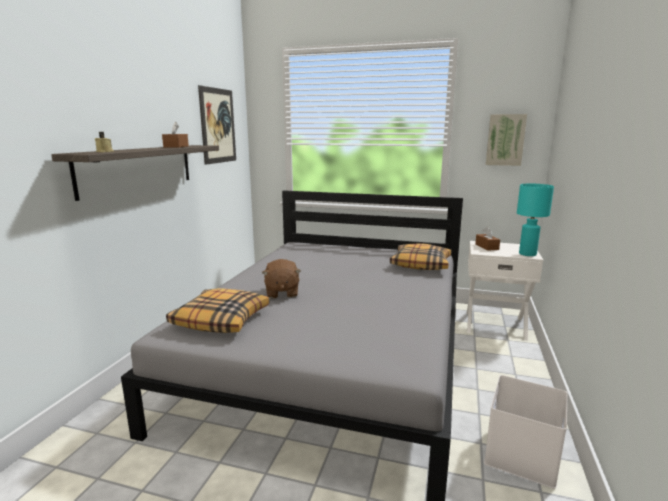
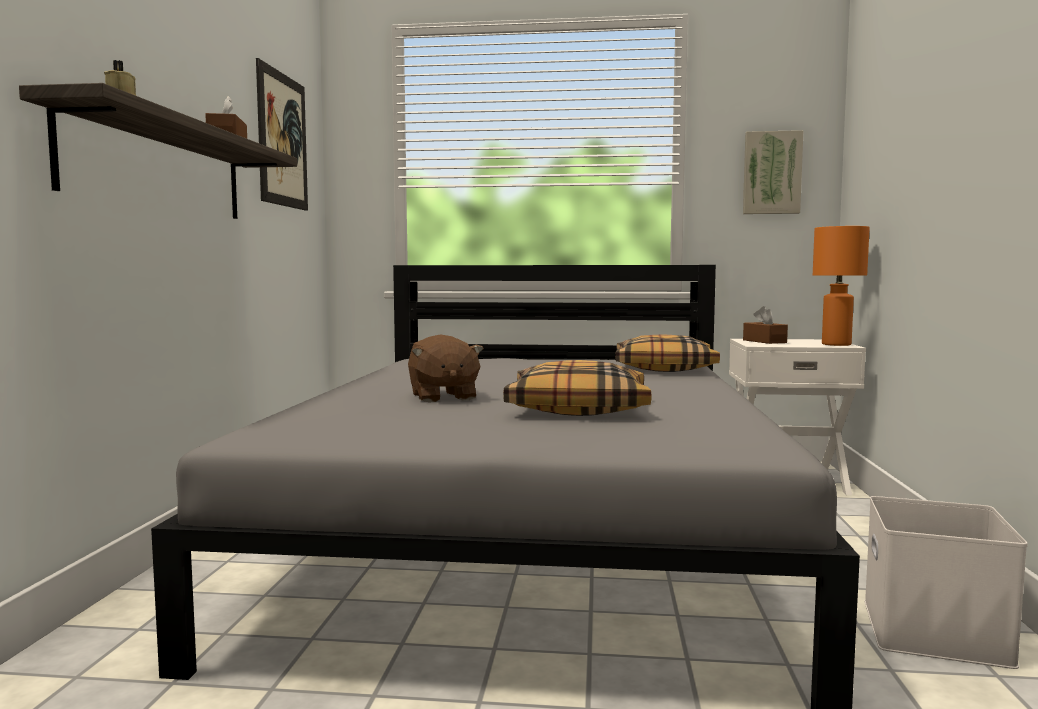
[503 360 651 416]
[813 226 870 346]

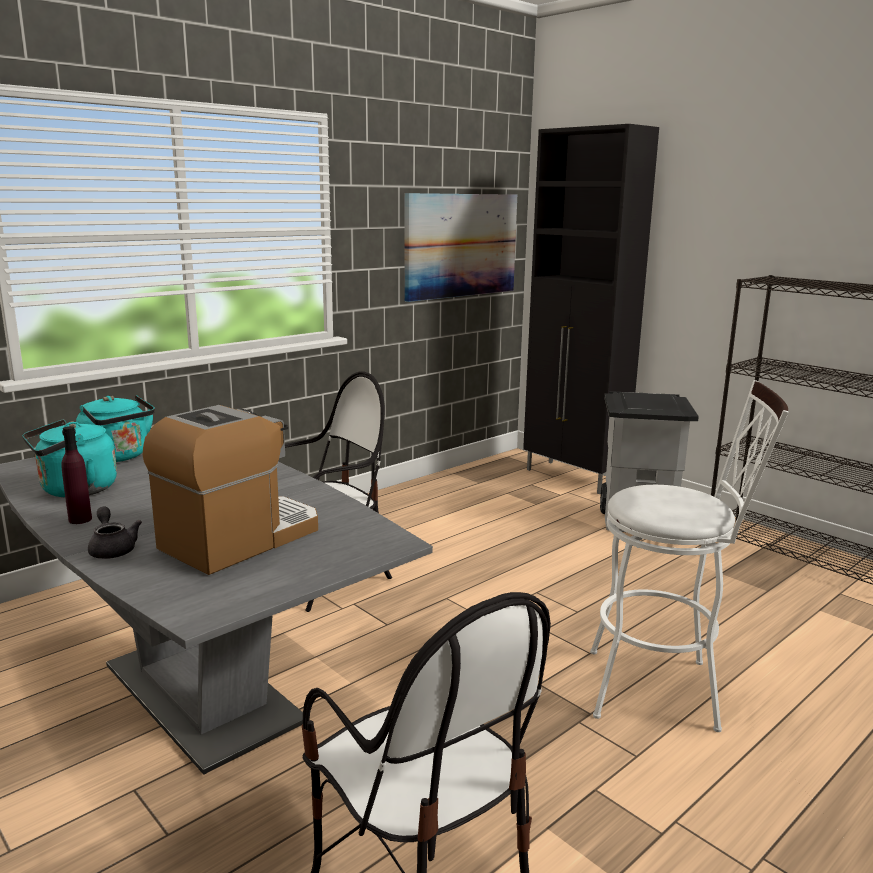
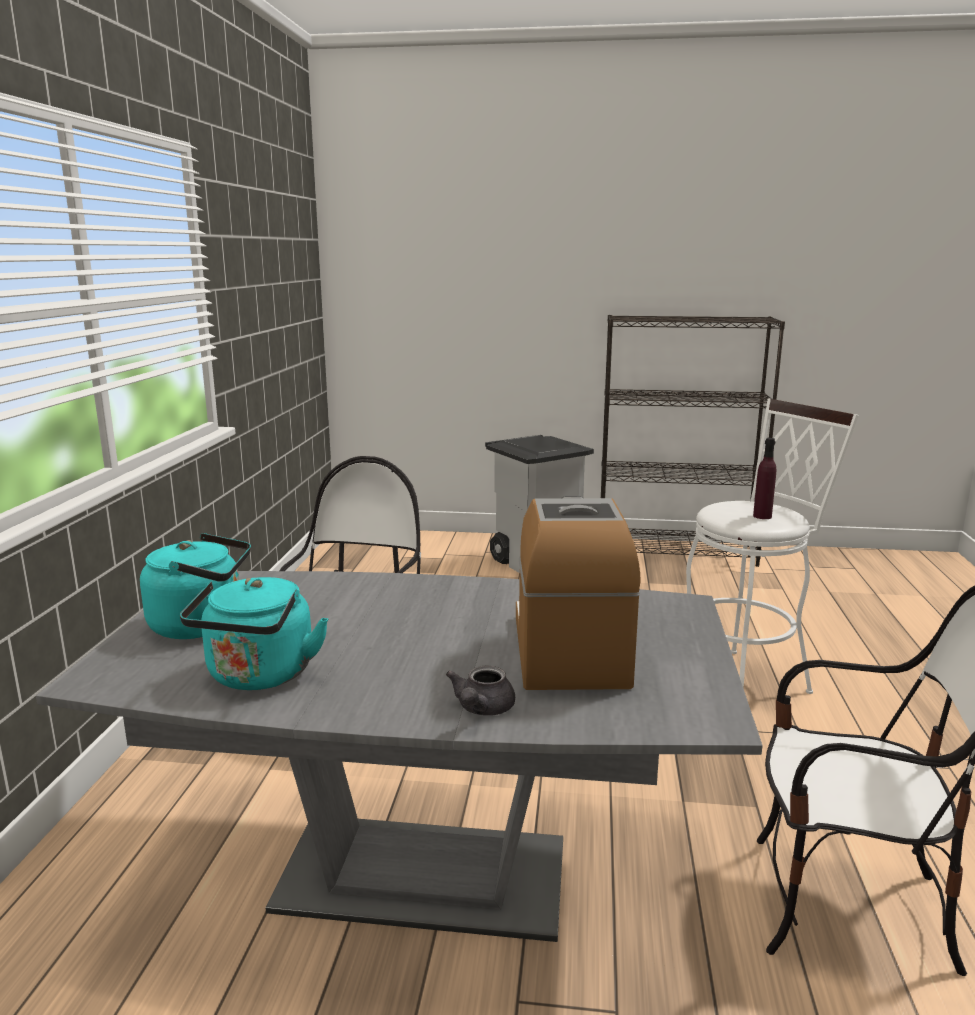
[753 438 776 519]
[446 666 515 716]
[405 193 517 302] (first image)
[523 124 659 494] (first image)

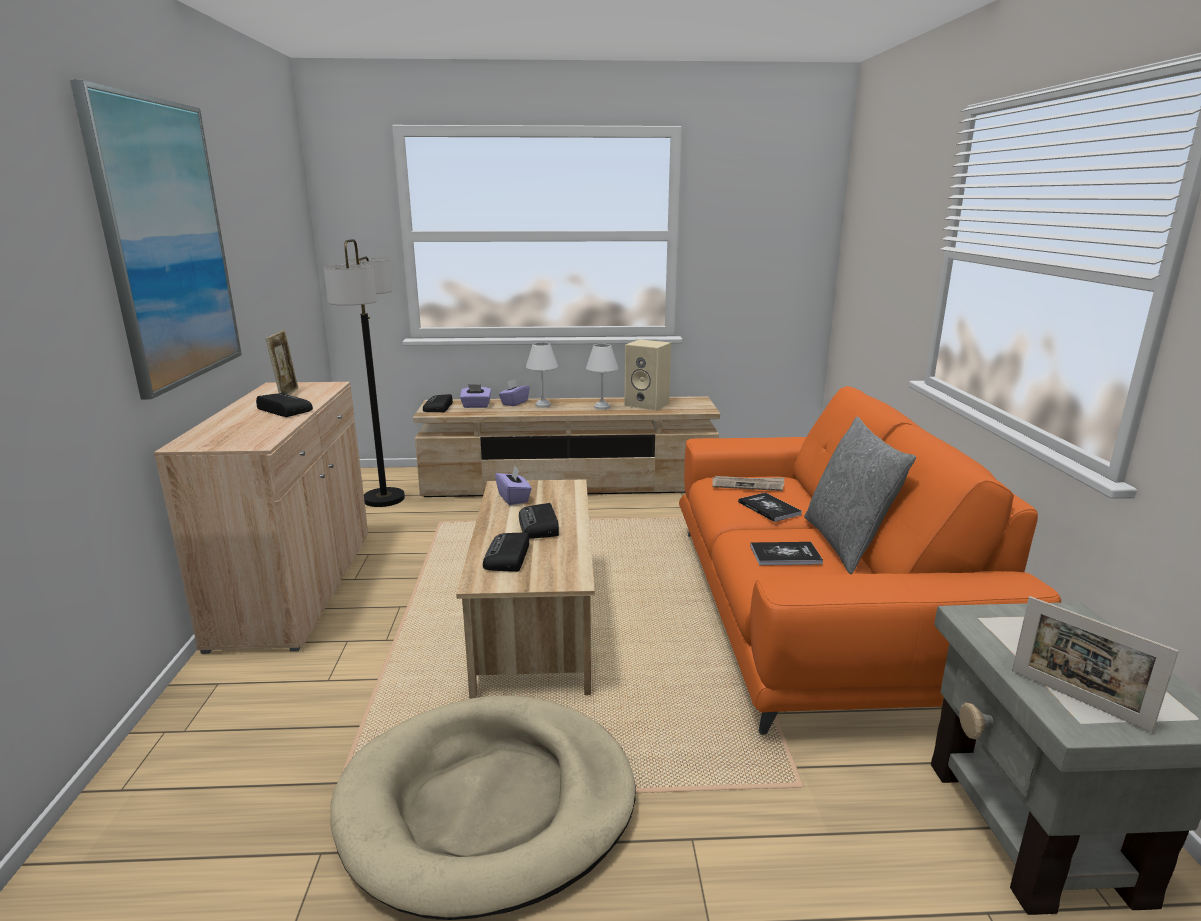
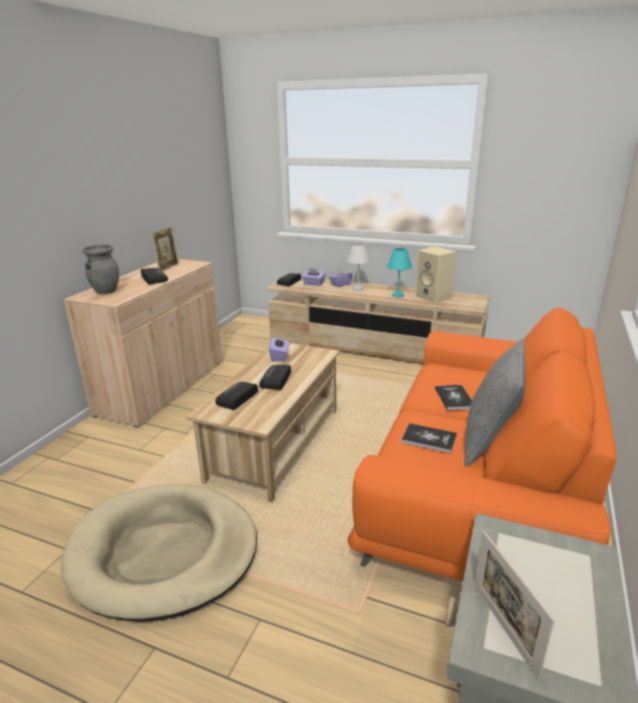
[70 80 242 399] (first image)
[324 239 405 507] (first image)
[387 248 412 298]
[712 476 784 491] (first image)
[82 244 119 294]

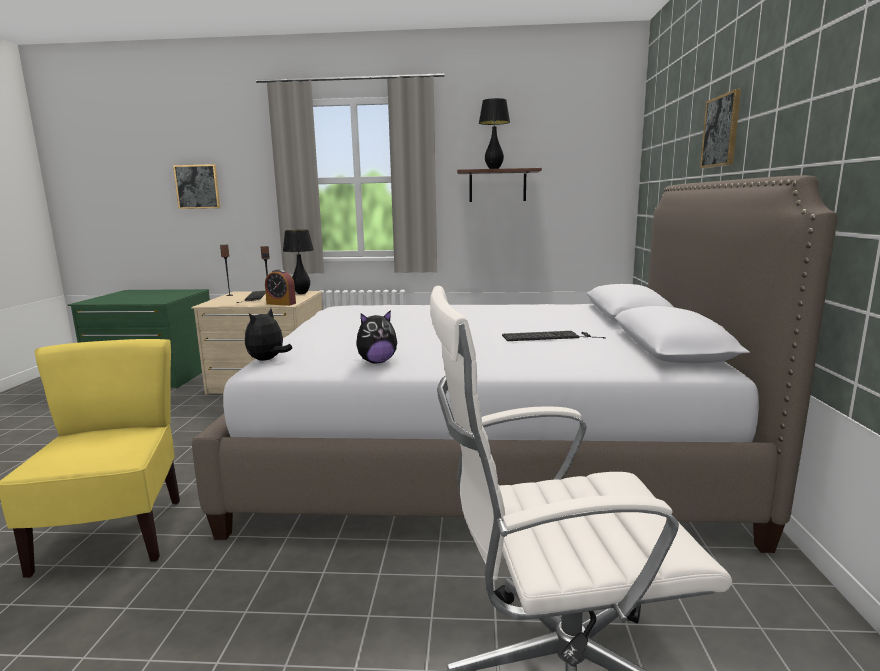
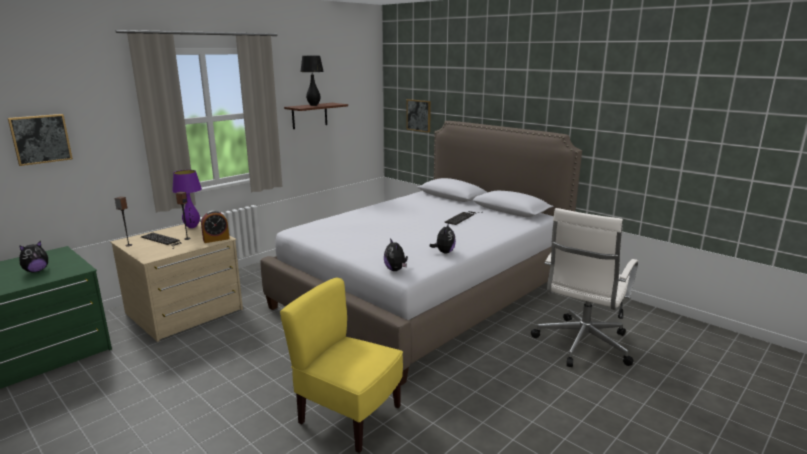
[172 170 202 228]
[407 99 431 133]
[19 240 48 272]

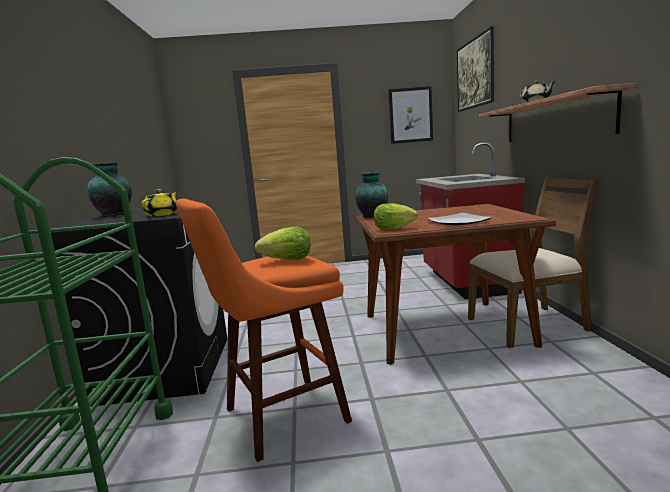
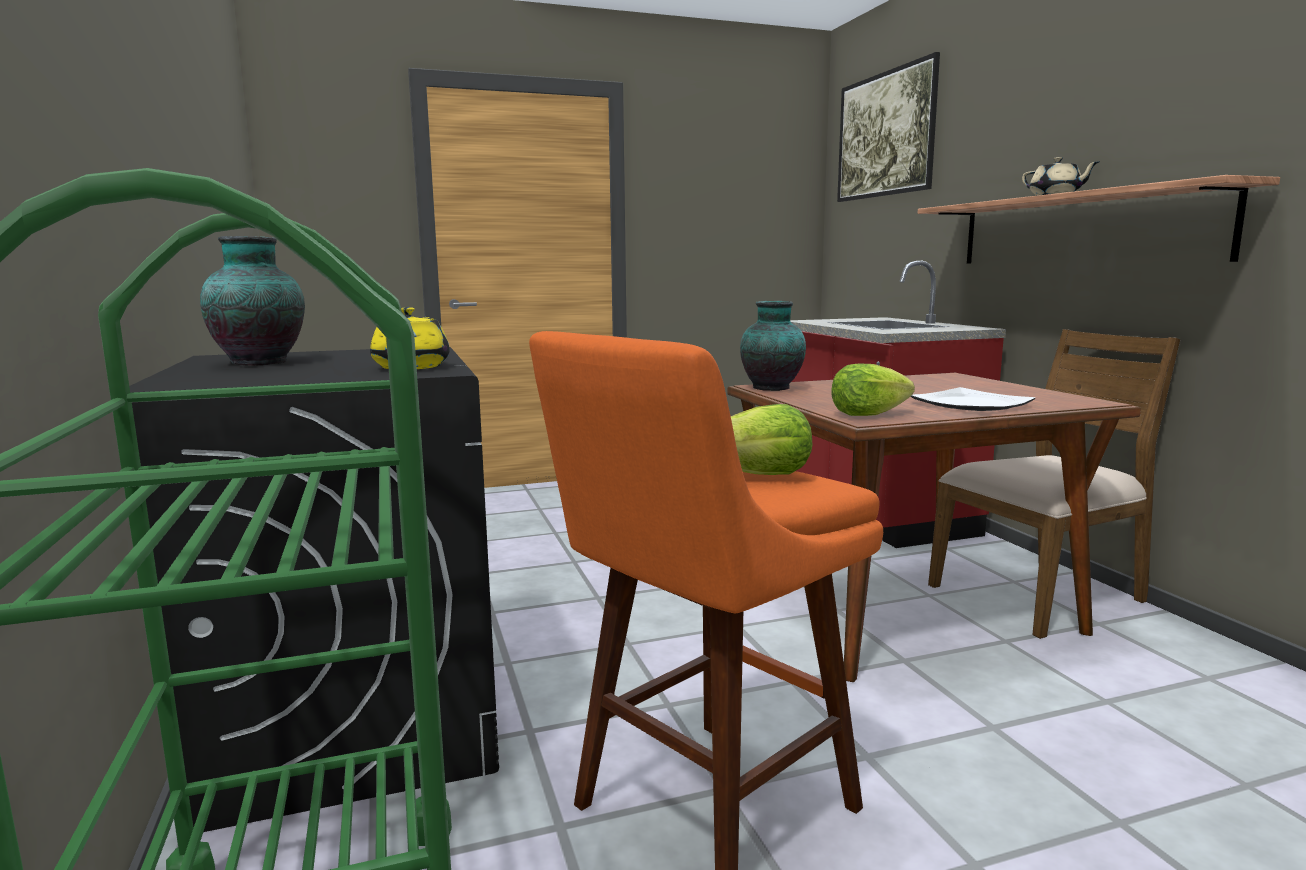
[388 86 433 144] (first image)

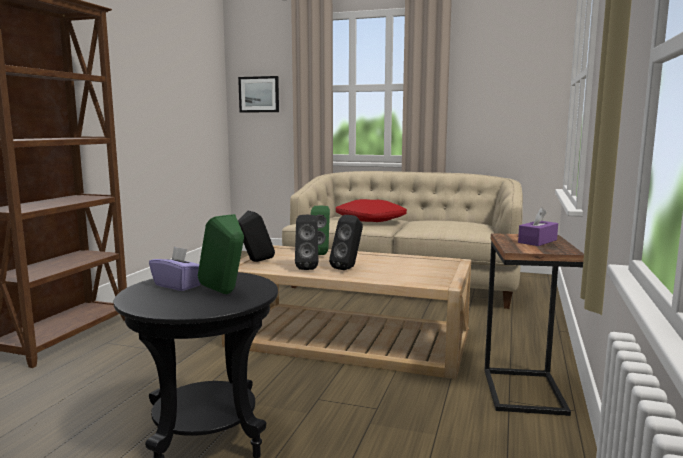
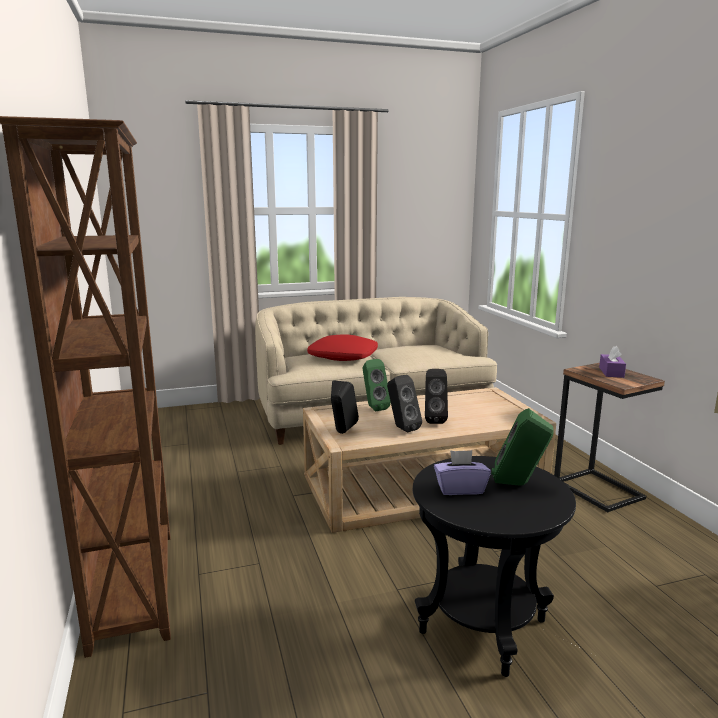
[238 76 279 113] (first image)

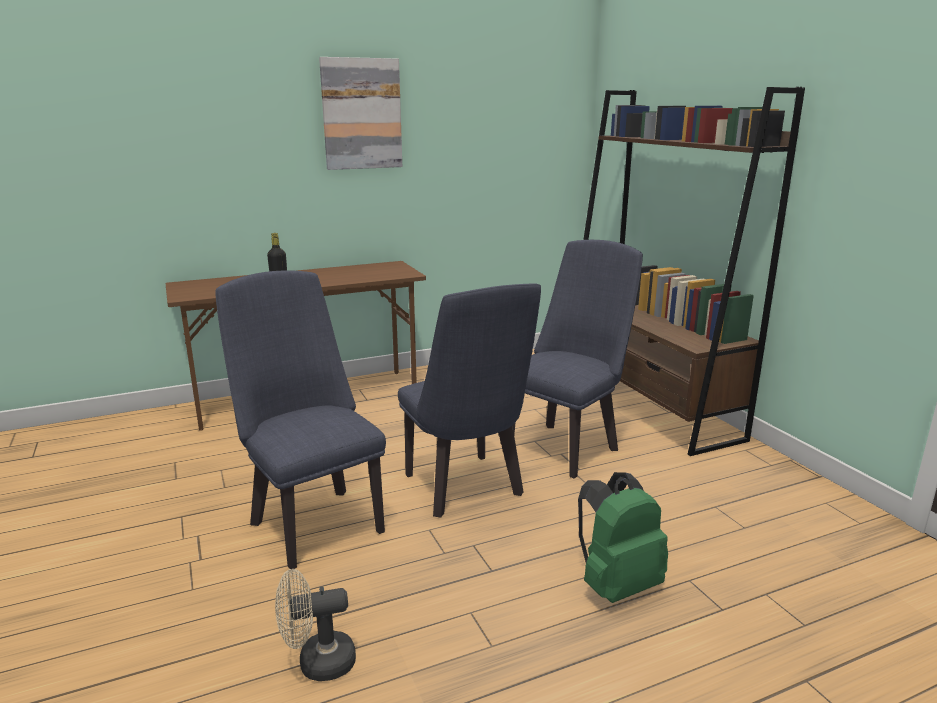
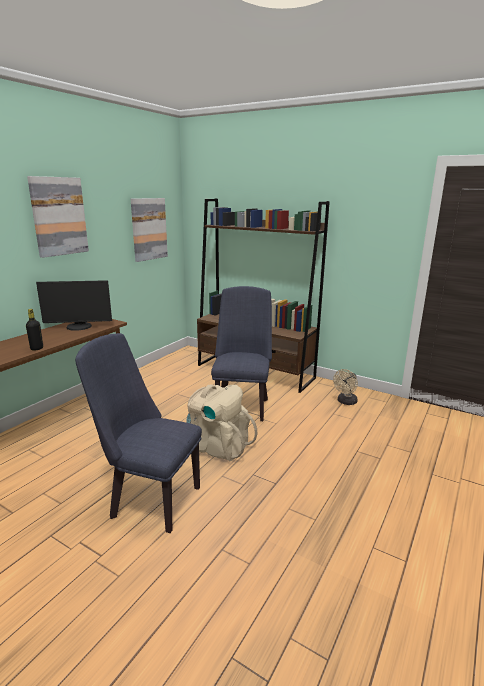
[333 369 358 405]
[186 384 257 461]
[578 472 668 603] (first image)
[36 280 112 331]
[131 198 168 262]

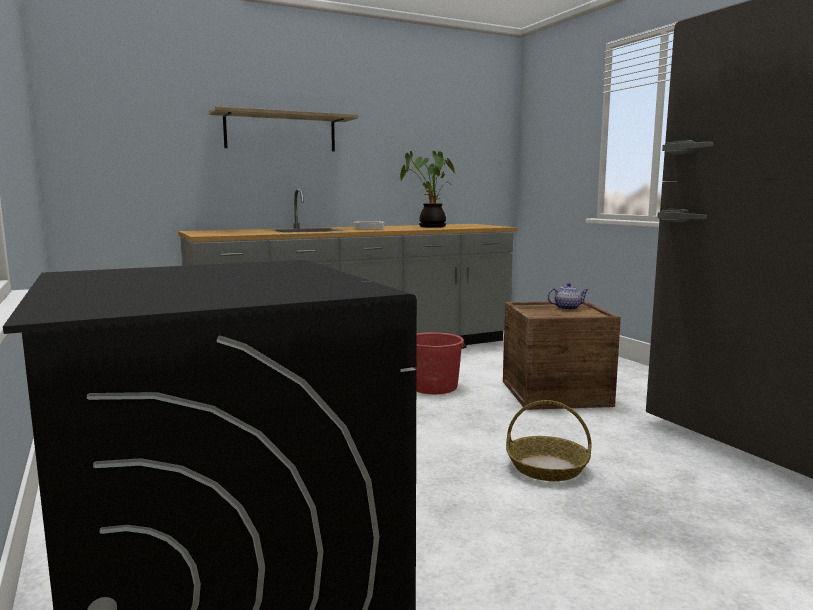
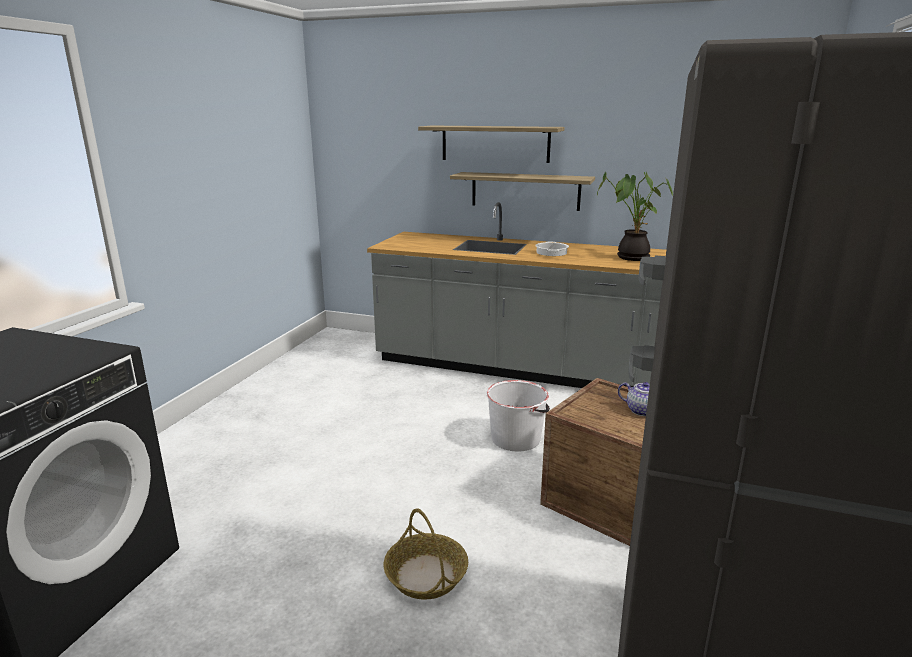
[486 380 550 451]
[450 172 595 211]

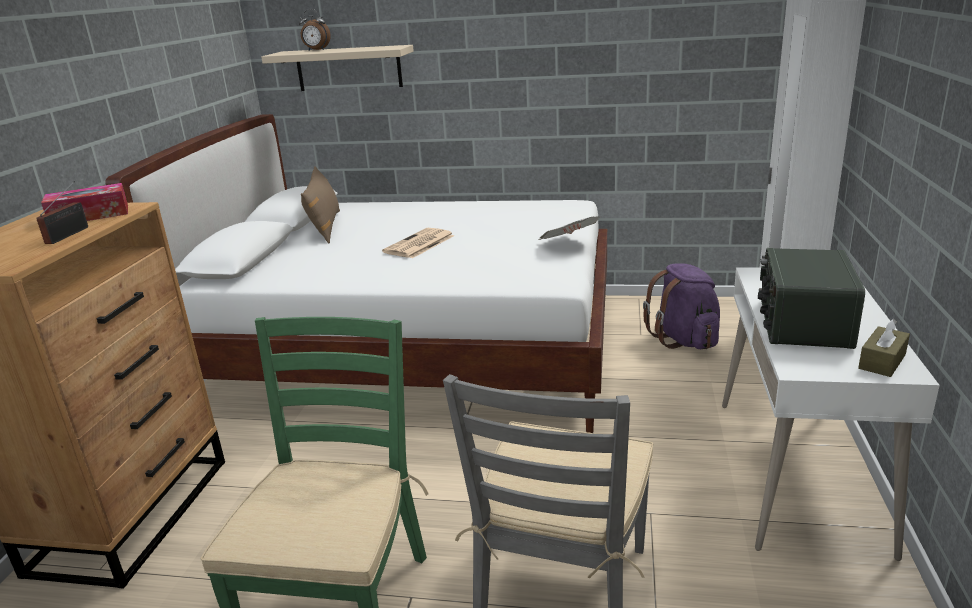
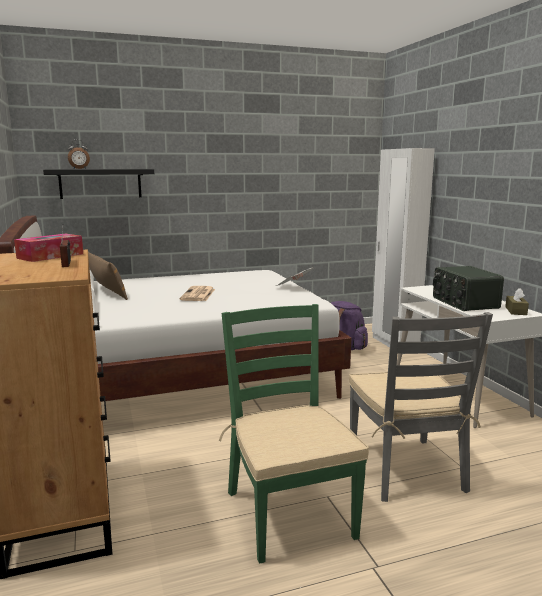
[43 169 154 199]

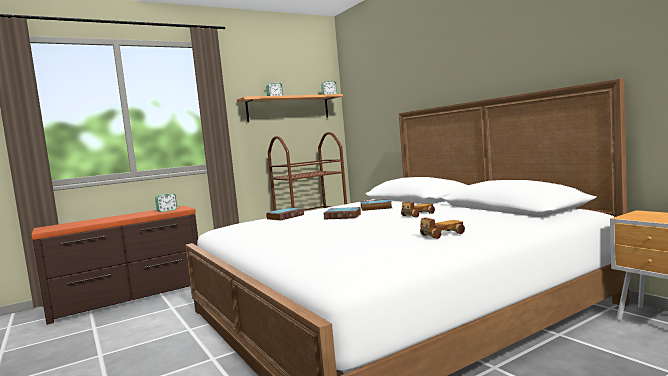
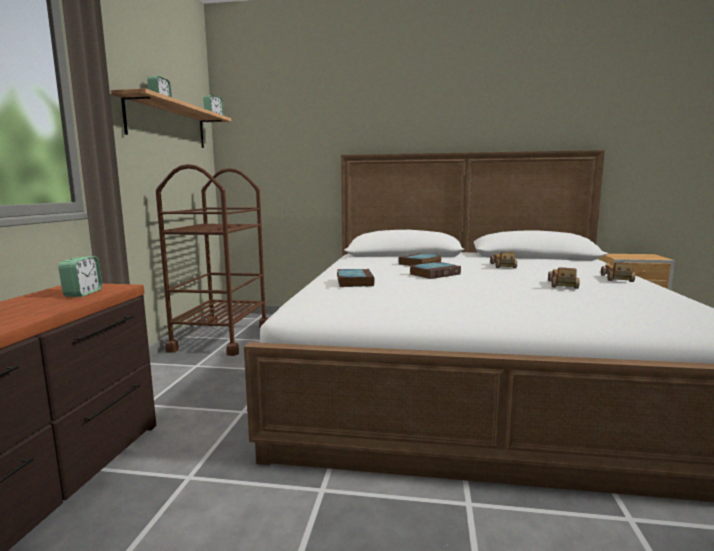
[548 267 579 289]

